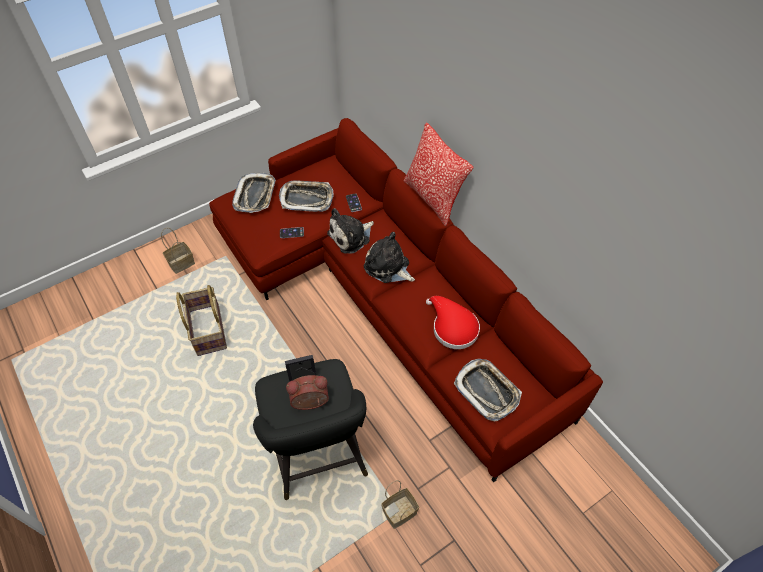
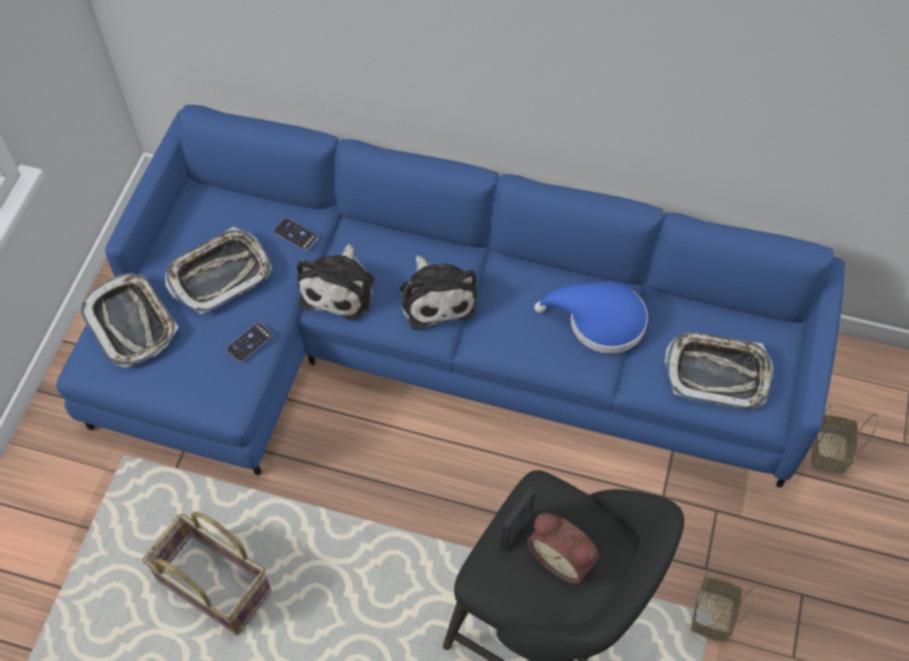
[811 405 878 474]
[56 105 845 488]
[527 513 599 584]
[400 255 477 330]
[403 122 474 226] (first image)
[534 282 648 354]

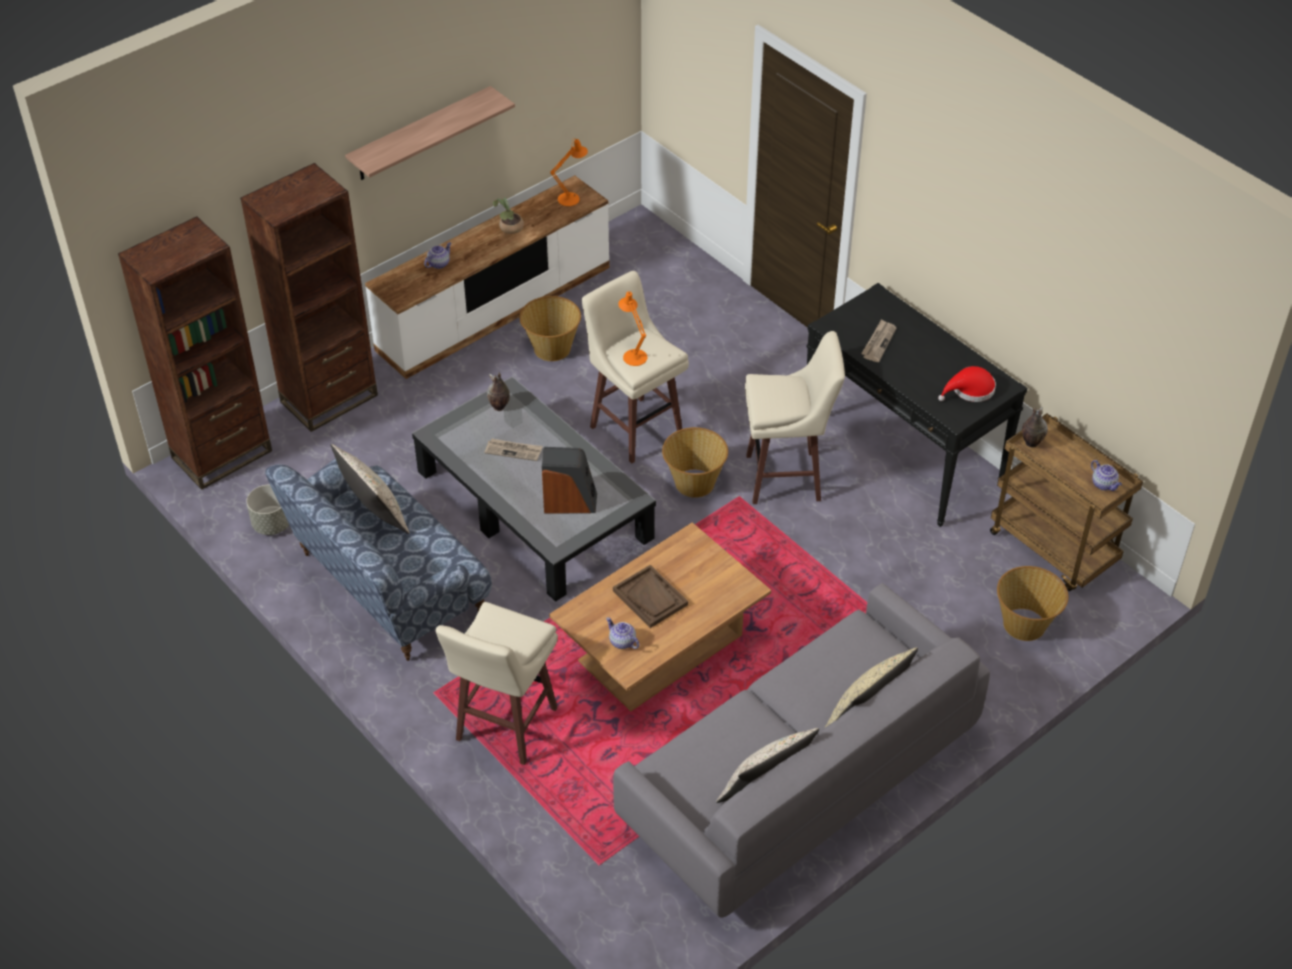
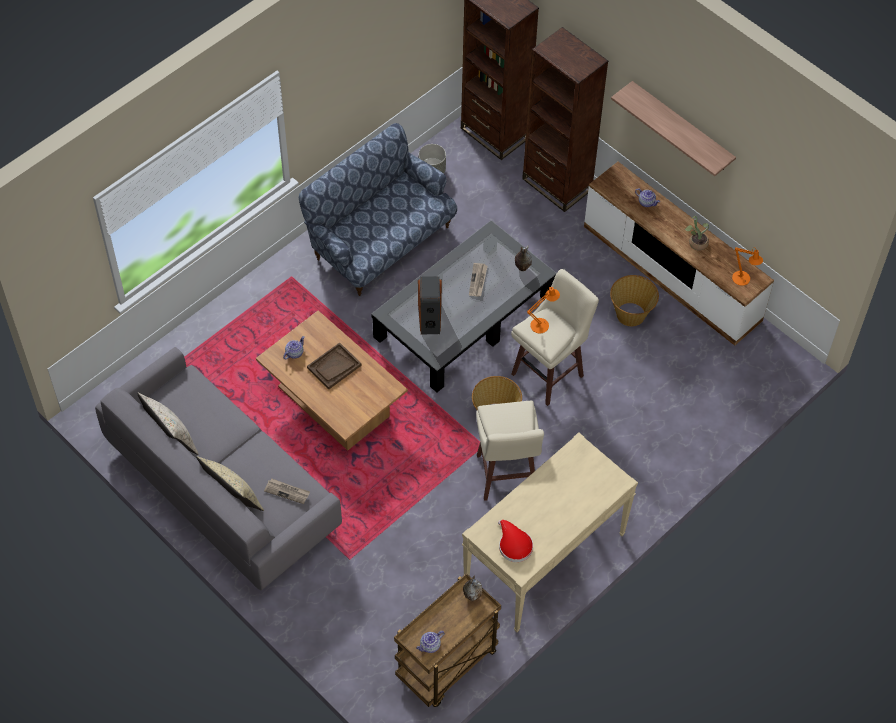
[330 444 410 534] (first image)
[436 602 558 765] (first image)
[462 432 638 632]
[264 479 310 504]
[997 566 1068 641] (first image)

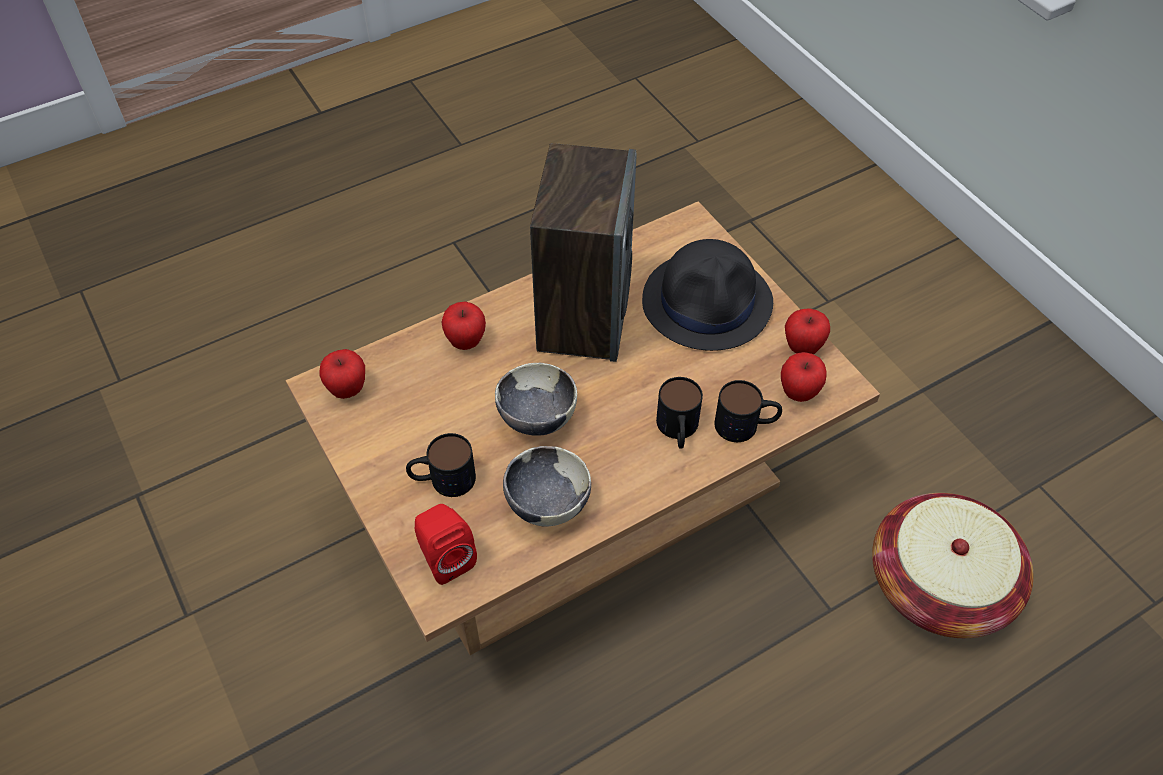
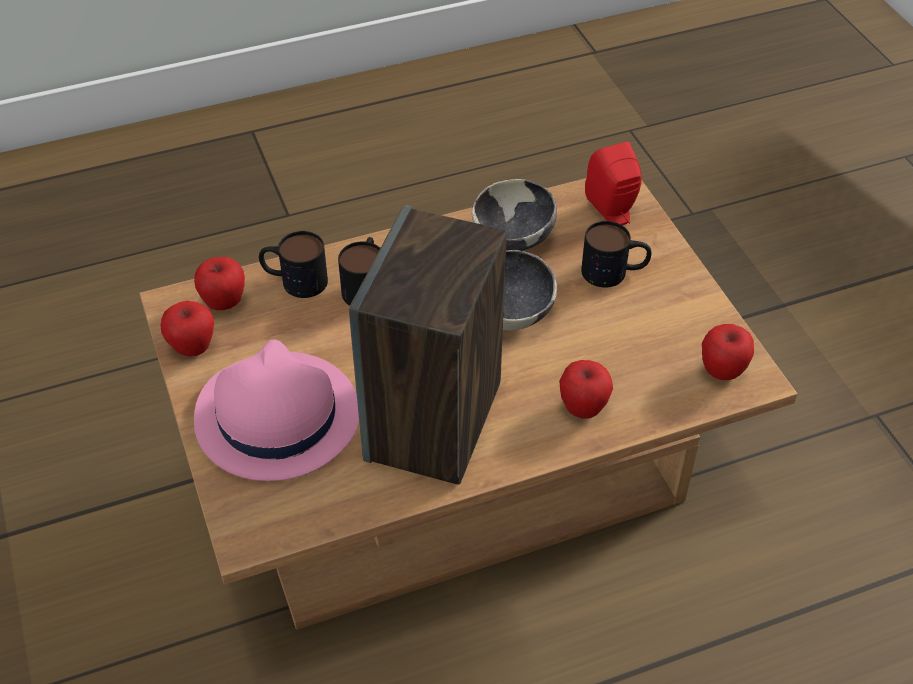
[194 339 359 481]
[872 493 1034 638] (first image)

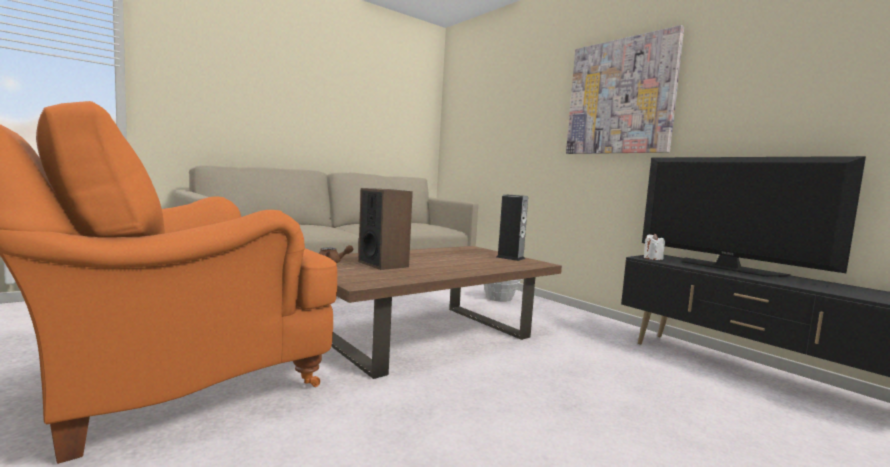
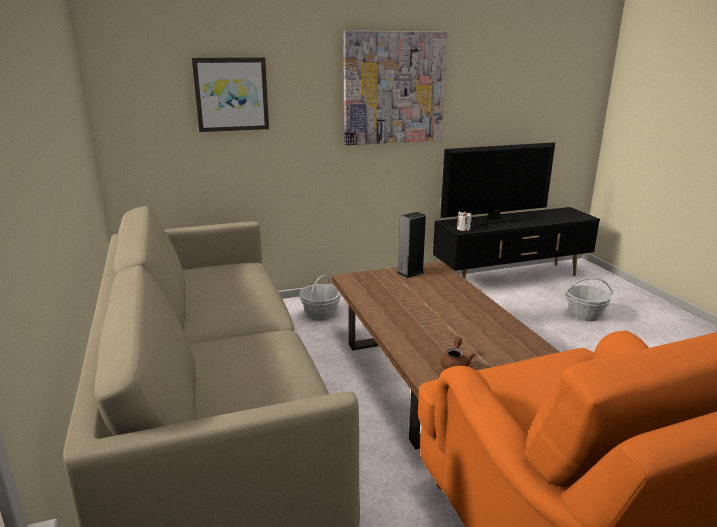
[358 188 413 270] (first image)
[192 57 269 132]
[565 277 613 321]

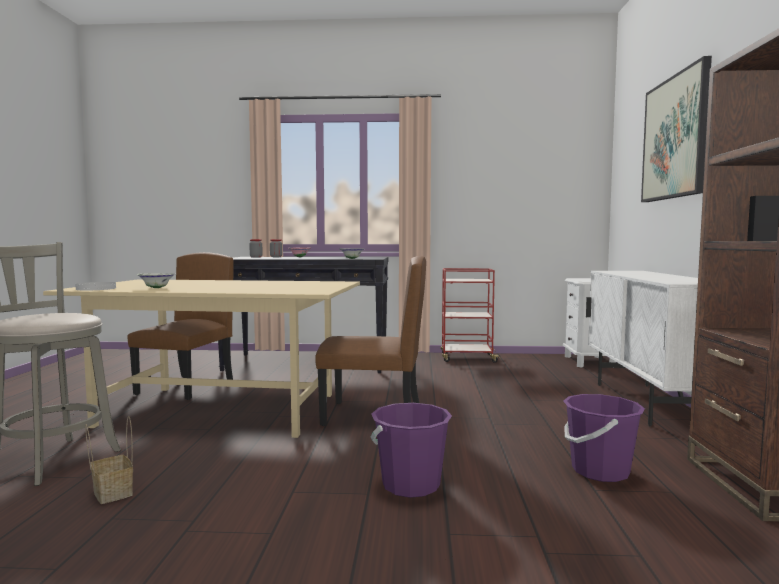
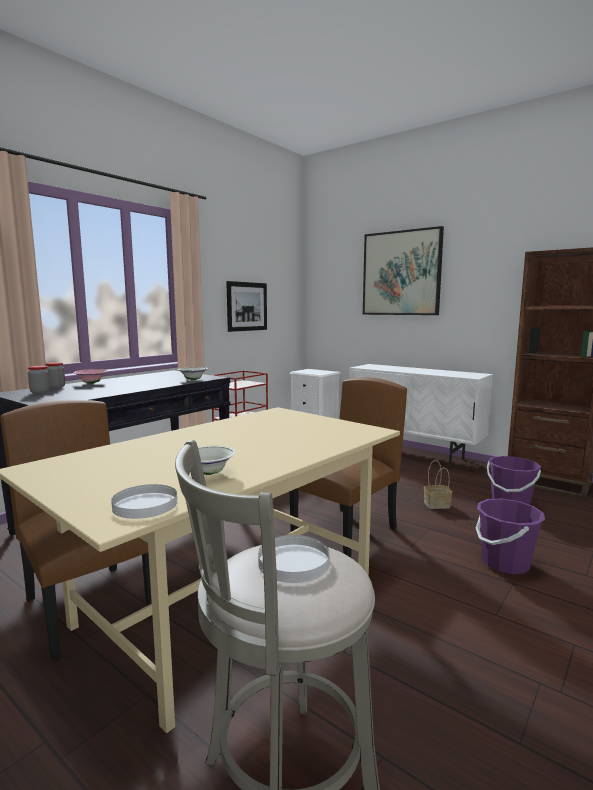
[424 460 452 509]
[226 281 267 332]
[258 535 330 583]

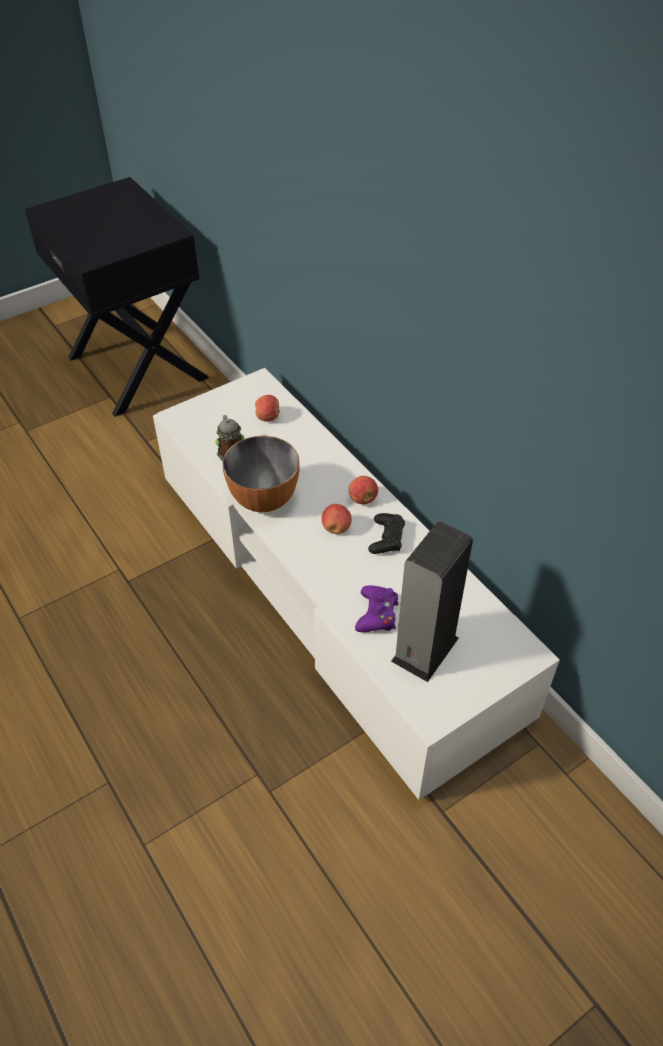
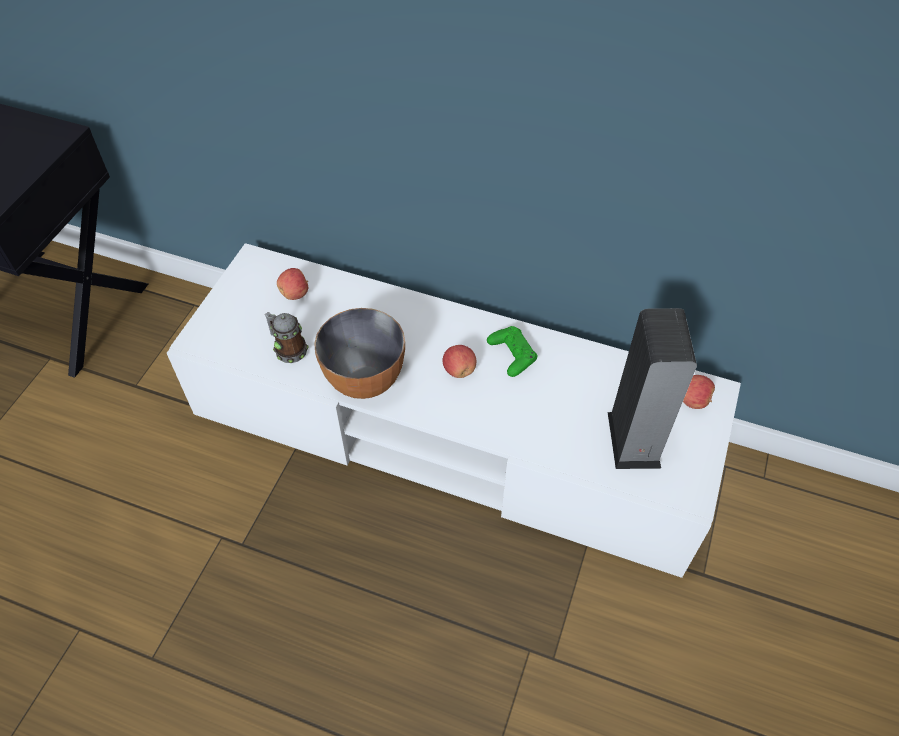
[683 375 715 409]
[355 586 399 632] (first image)
[487 326 538 377]

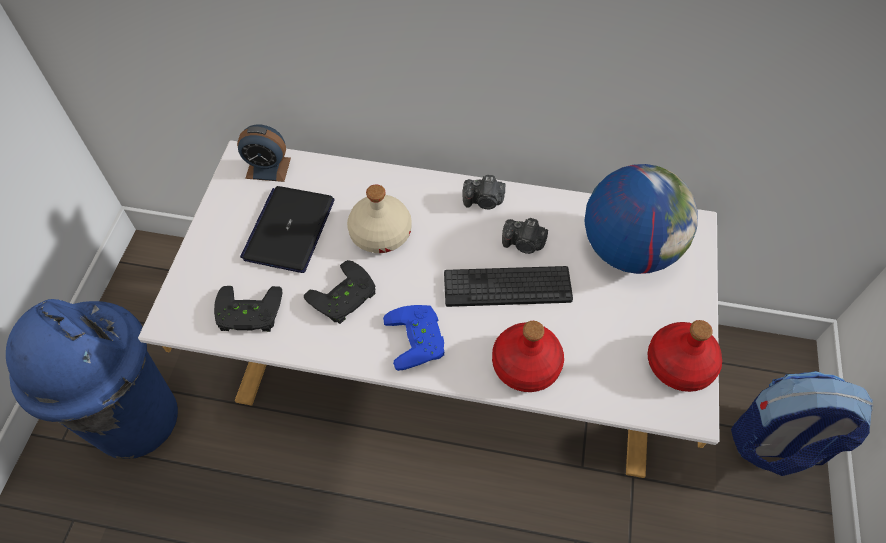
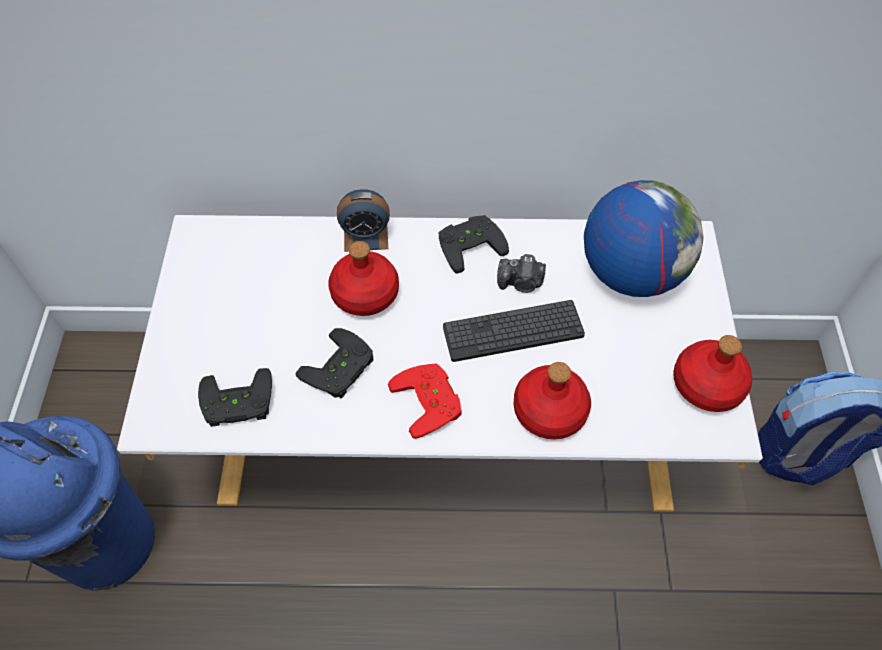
[337 189 390 252]
[240 186 335 273] (first image)
[328 241 399 316]
[388 363 462 439]
[438 215 509 274]

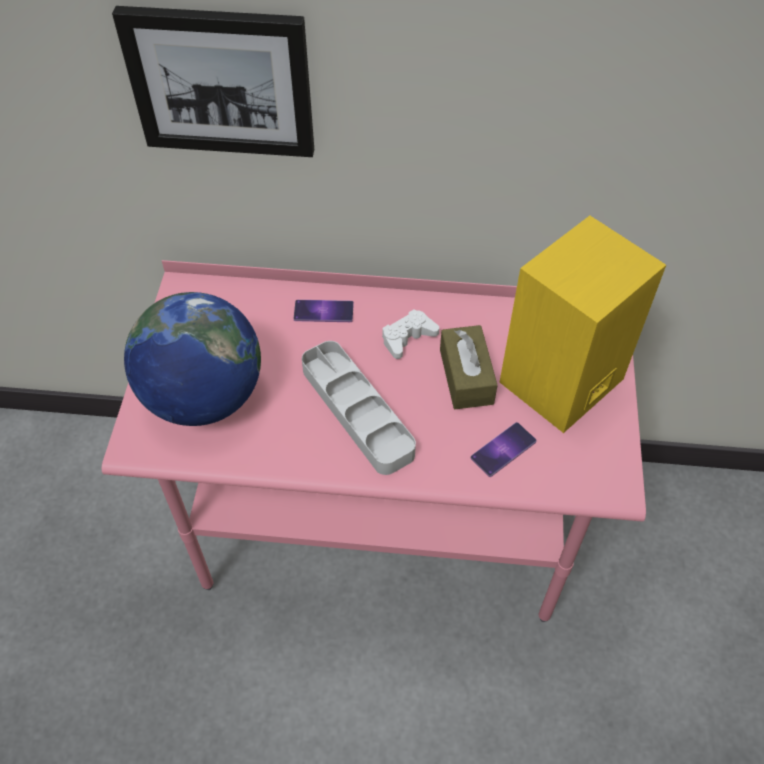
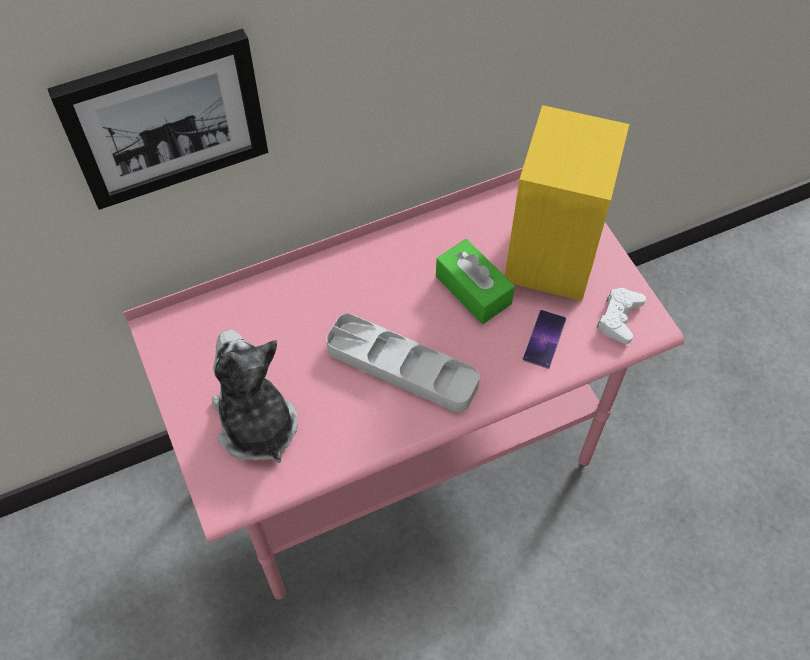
[212 329 298 463]
[293 300 354 322] (first image)
[597 288 646 344]
[436 239 515 324]

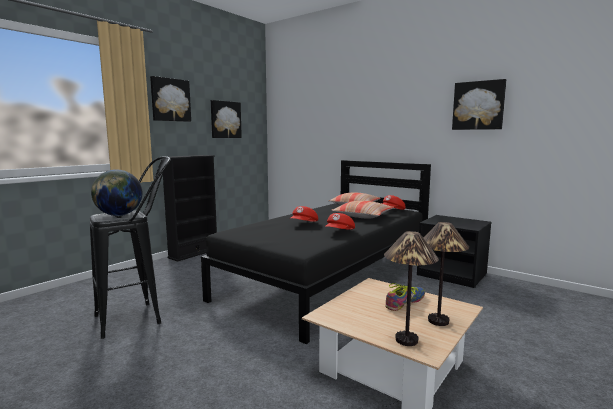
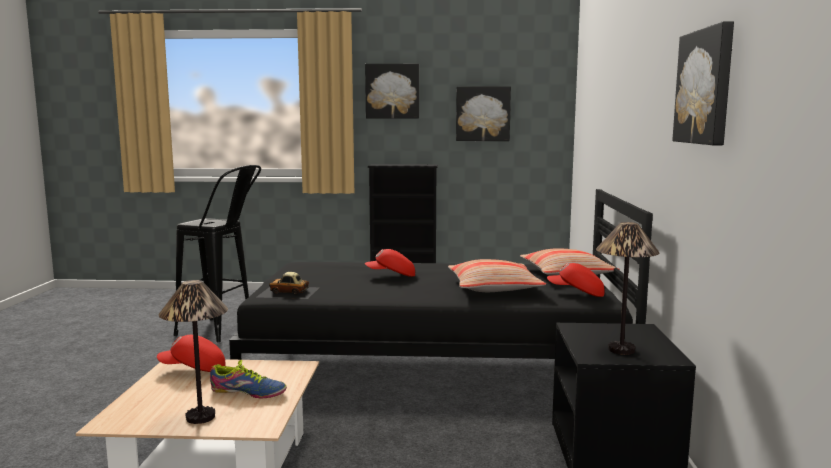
[91 170 142 216] (first image)
[157 335 226 372]
[596 222 660 355]
[257 272 320 299]

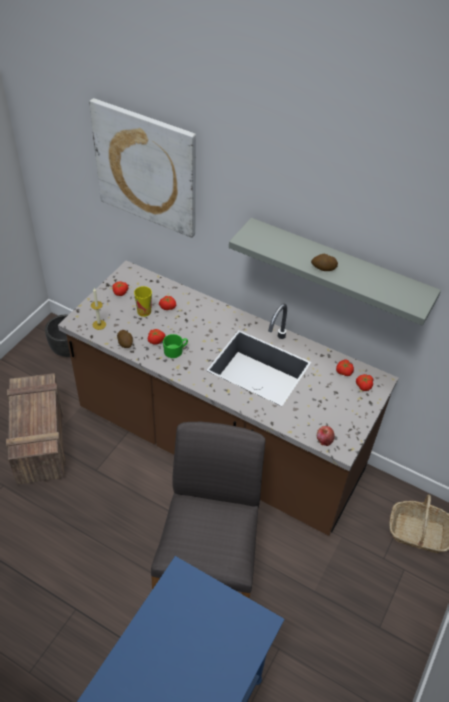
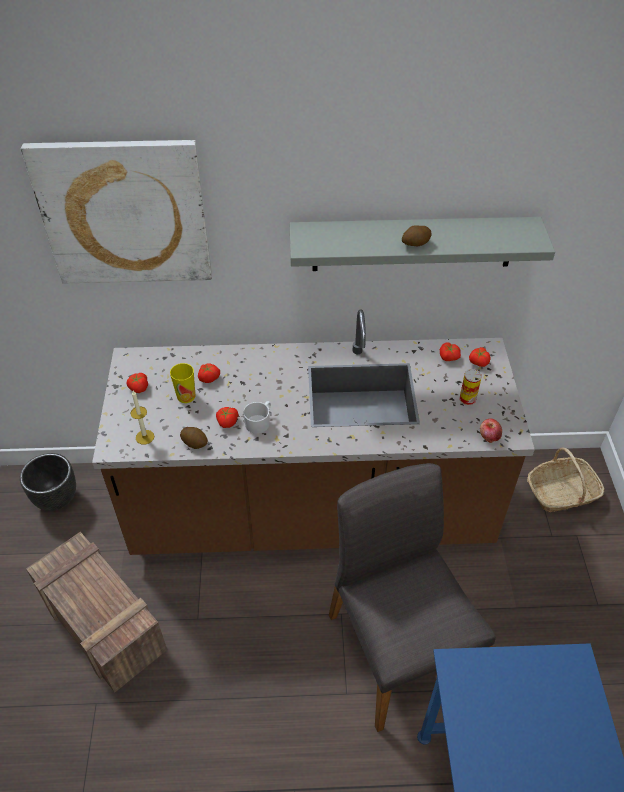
[243 401 271 434]
[459 369 482 406]

